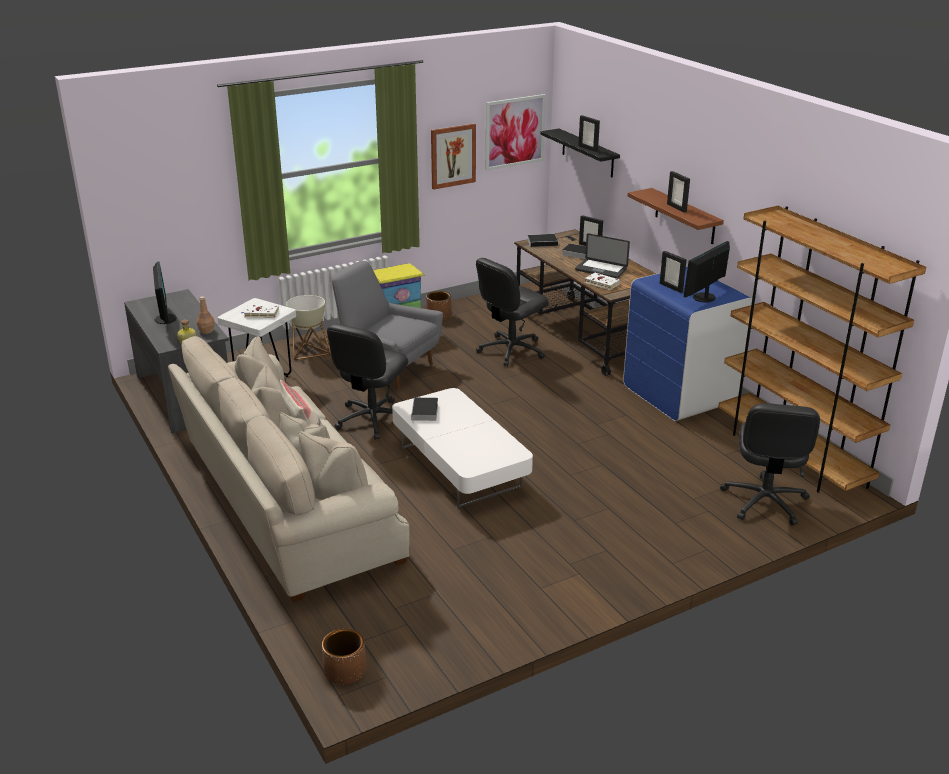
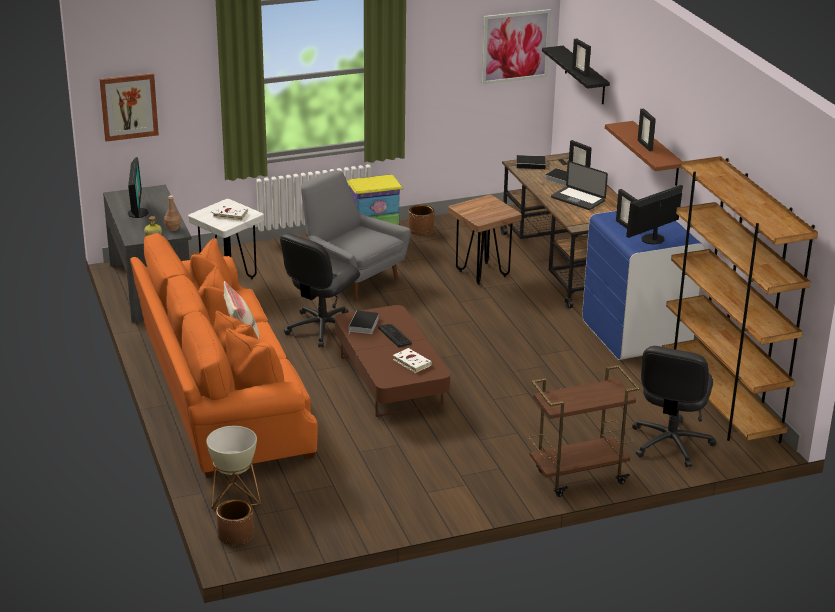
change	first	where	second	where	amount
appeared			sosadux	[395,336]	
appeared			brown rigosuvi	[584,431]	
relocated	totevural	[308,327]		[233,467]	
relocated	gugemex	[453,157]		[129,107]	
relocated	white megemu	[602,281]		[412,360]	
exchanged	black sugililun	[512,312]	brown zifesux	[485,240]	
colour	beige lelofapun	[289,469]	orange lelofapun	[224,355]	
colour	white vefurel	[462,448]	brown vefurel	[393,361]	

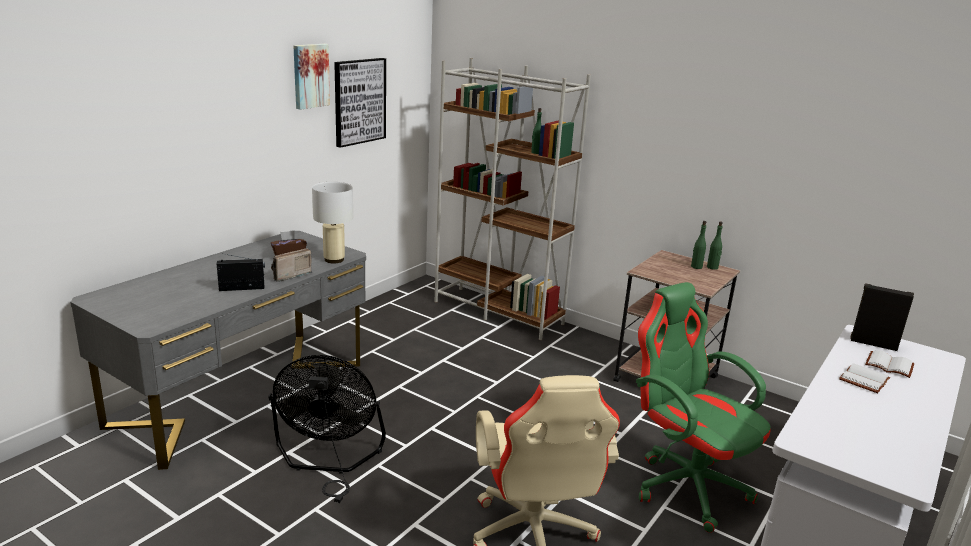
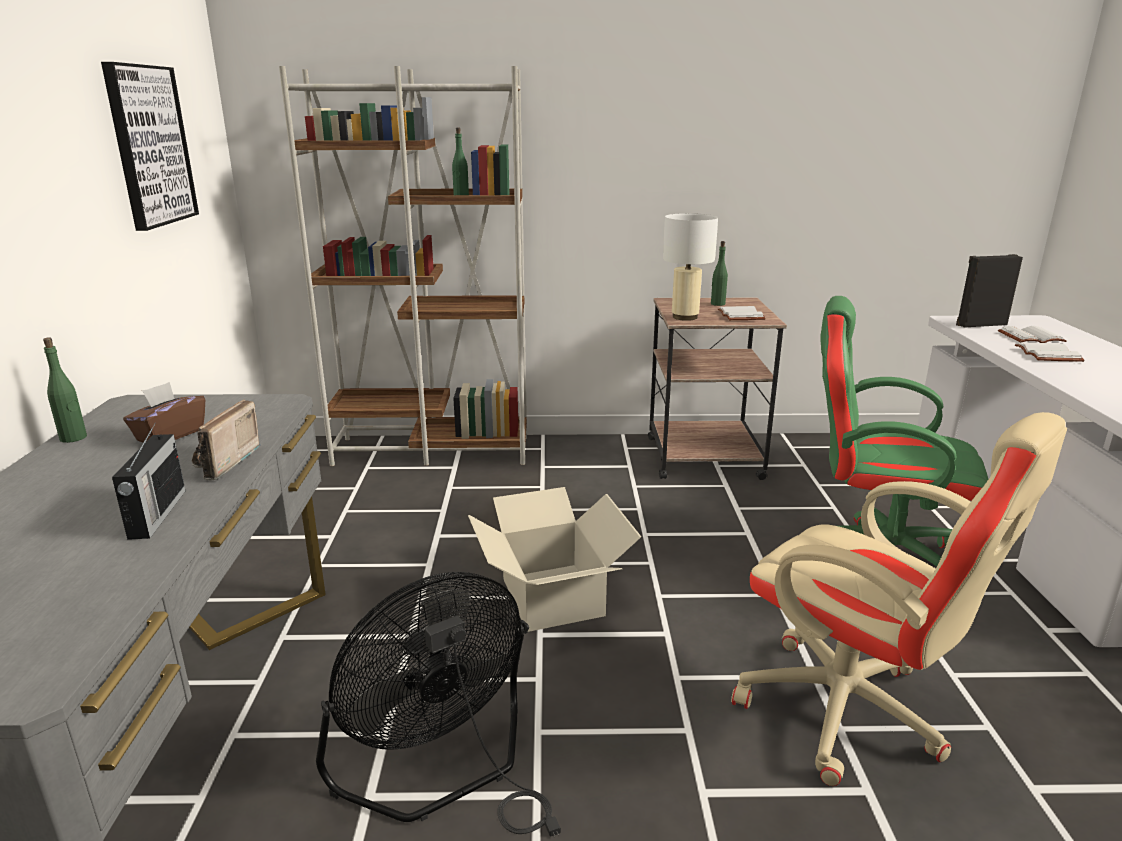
change	first	where	second	where	amount
missing	gugemex	[311,77]			
appeared			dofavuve	[554,559]	
appeared			white megemu	[742,313]	
relocated	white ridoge	[332,222]		[690,267]	
relocated	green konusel	[715,245]		[65,390]	
spun	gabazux	[241,272]		[149,481]	135 degrees clockwise

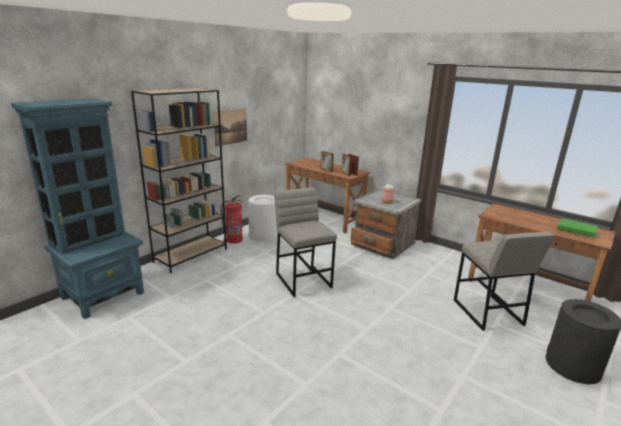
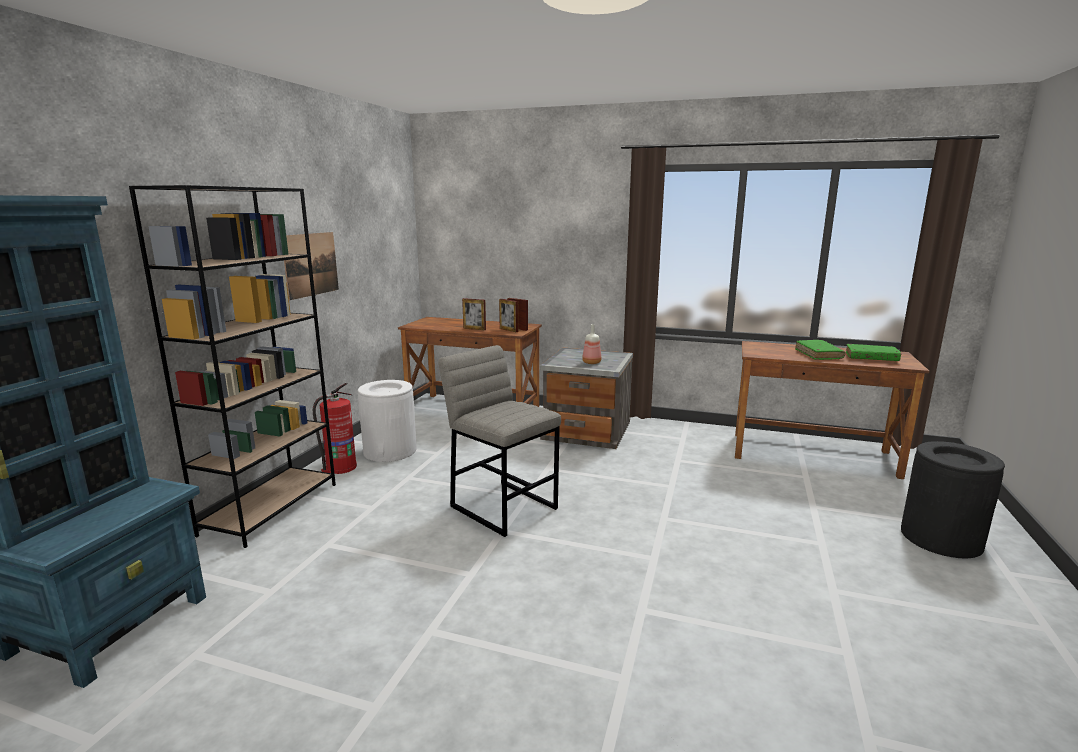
change	first	where	second	where	amount
missing	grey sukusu	[504,281]			
appeared			green megemu	[820,350]	

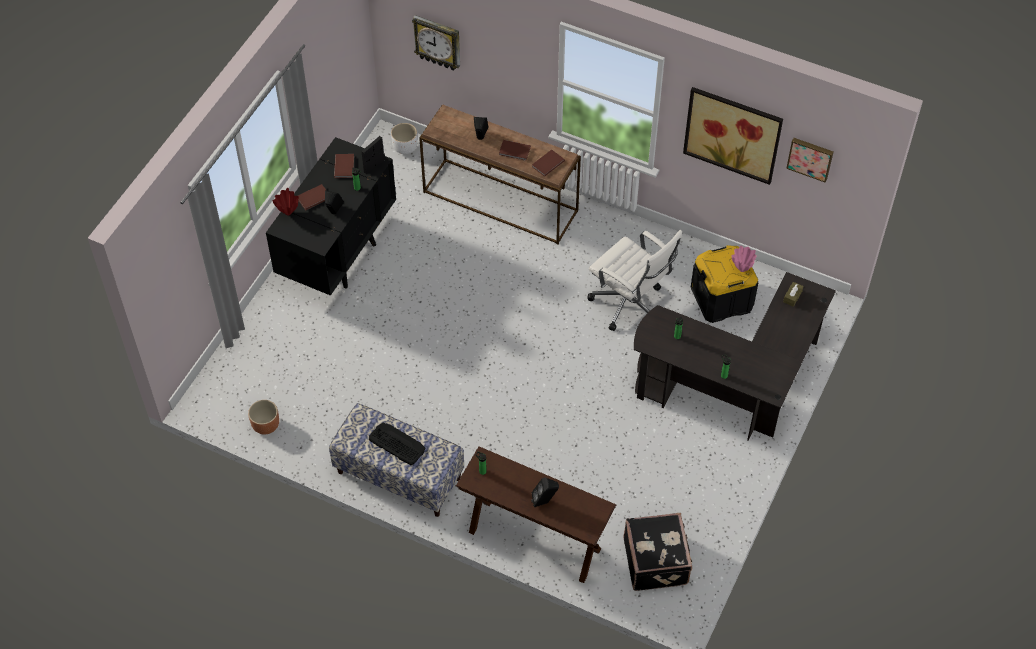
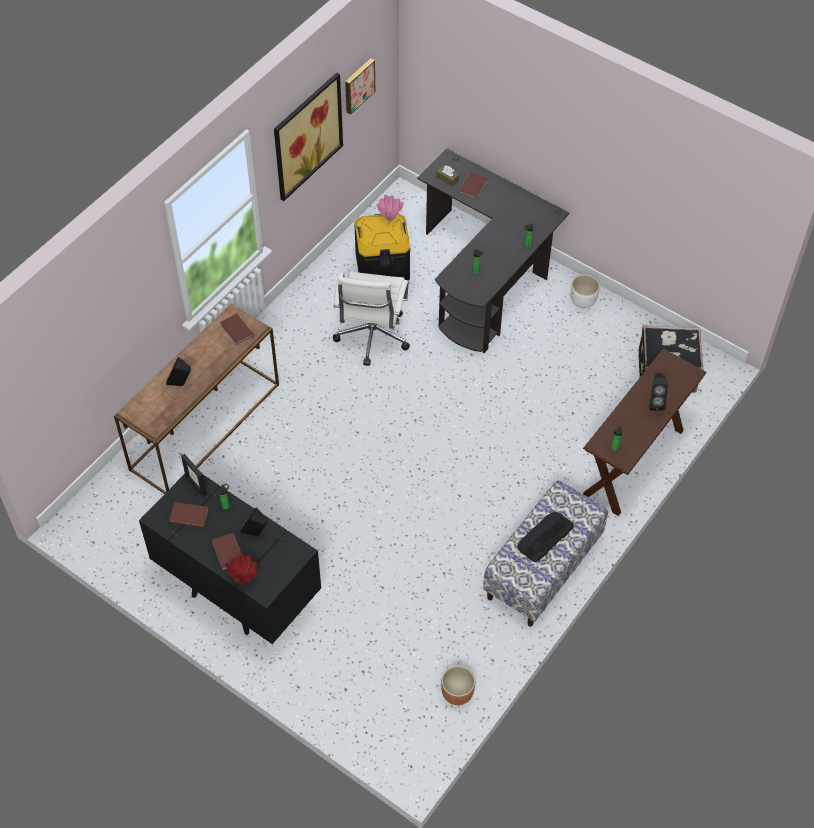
change	first	where	second	where	amount
missing	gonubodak	[436,43]			
relocated	white totevural	[404,138]		[585,291]	
relocated	brown megemu	[515,150]		[472,185]	
spun	white sugililun	[634,280]		[371,318]	135 degrees clockwise

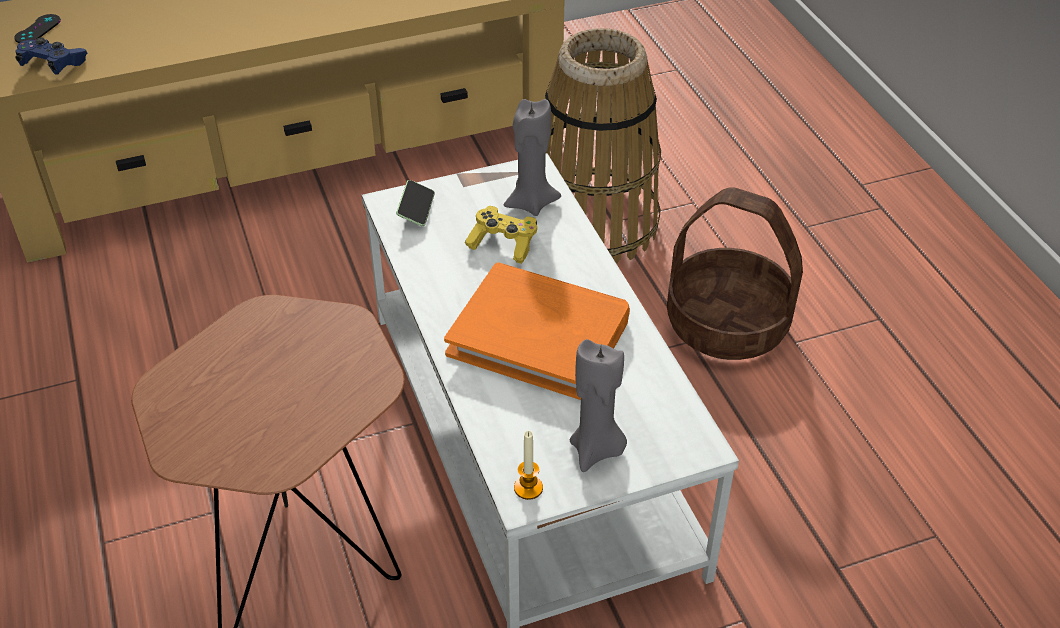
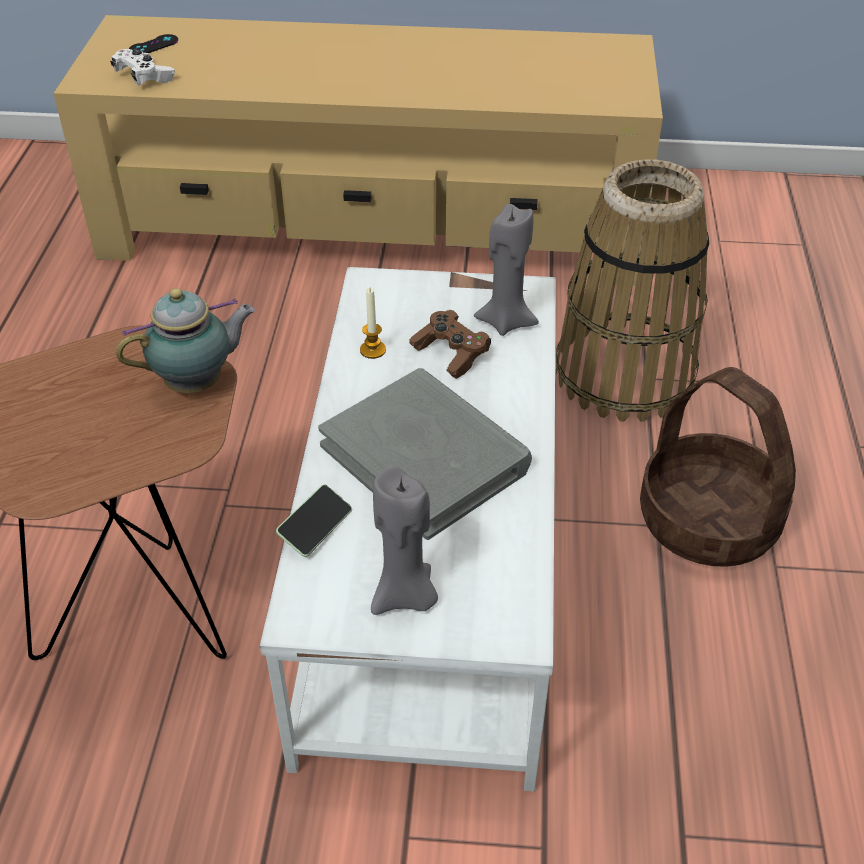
change	first	where	second	where	amount
appeared			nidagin	[185,340]	
relocated	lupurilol	[415,203]		[314,521]	
relocated	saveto	[528,465]		[373,323]	
colour	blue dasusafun	[51,56]	white dasusafun	[142,67]	
colour	orange megemu	[537,331]	grey megemu	[425,454]	
colour	yellow dasusafun	[501,235]	brown dasusafun	[450,344]	

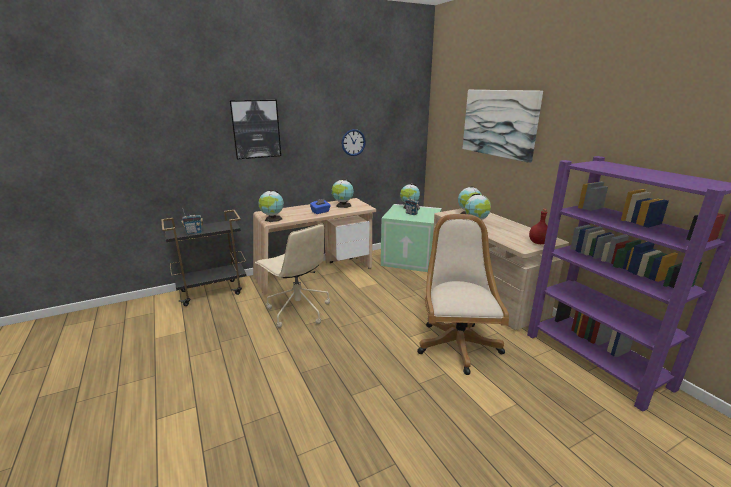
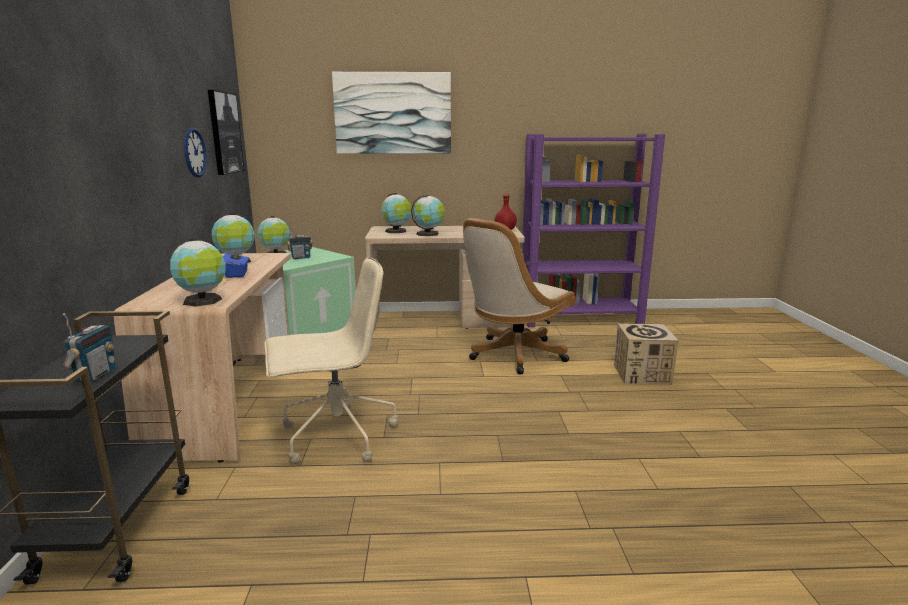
change	first	where	second	where	amount
appeared			dofavuve	[646,354]	
relocated	gugemex	[255,129]		[226,132]	
spun	sugililun	[463,294]		[519,296]	75 degrees counterclockwise

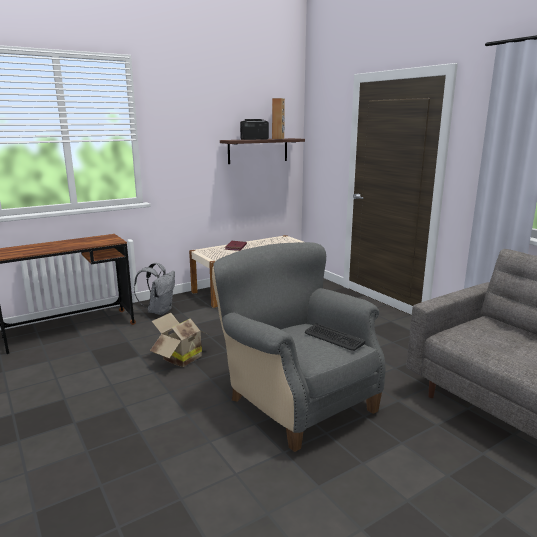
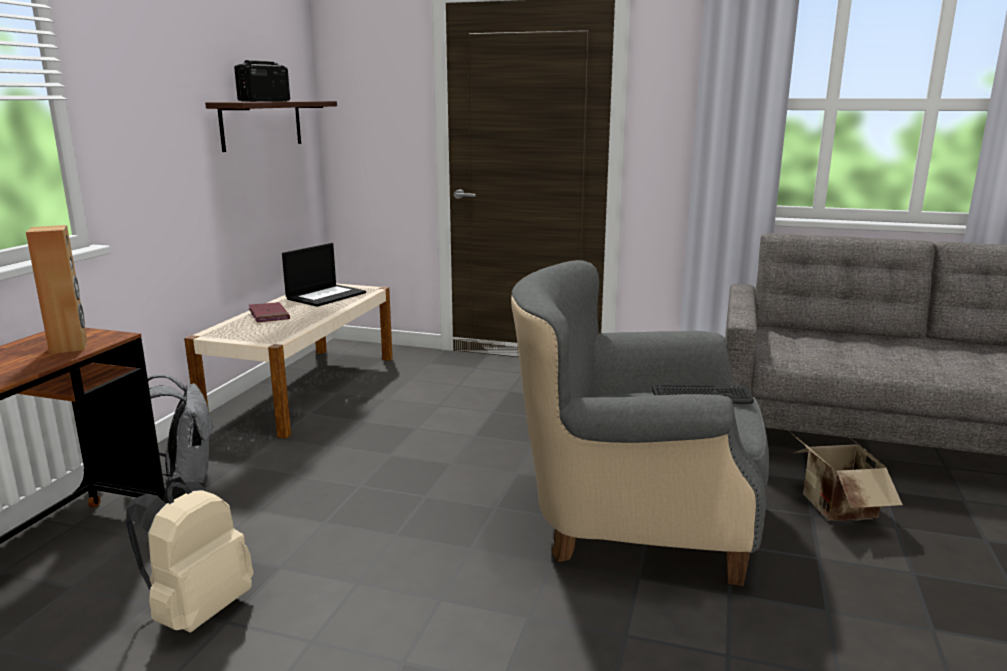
change	first	where	second	where	amount
appeared			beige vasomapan	[189,554]	
appeared			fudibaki	[324,275]	
relocated	dofavuve	[180,340]		[846,474]	
relocated	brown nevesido	[278,118]		[56,289]	

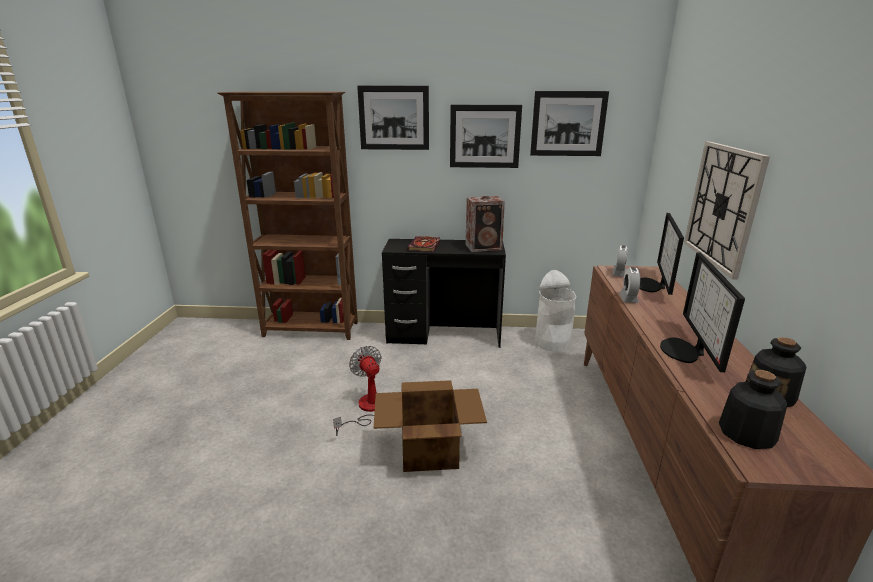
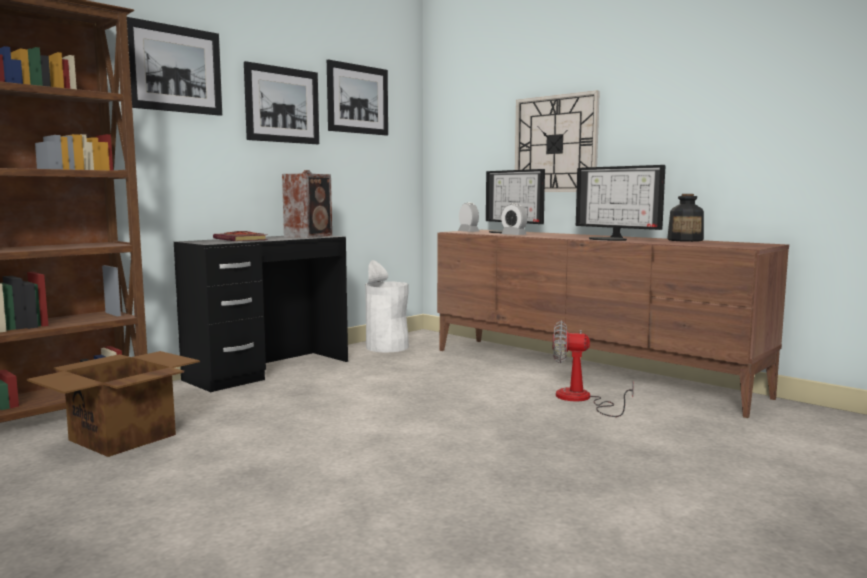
change	first	where	second	where	amount
missing	konusel	[753,409]			
relocated	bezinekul	[357,391]		[593,369]	
relocated	dofavuve	[430,426]		[113,404]	

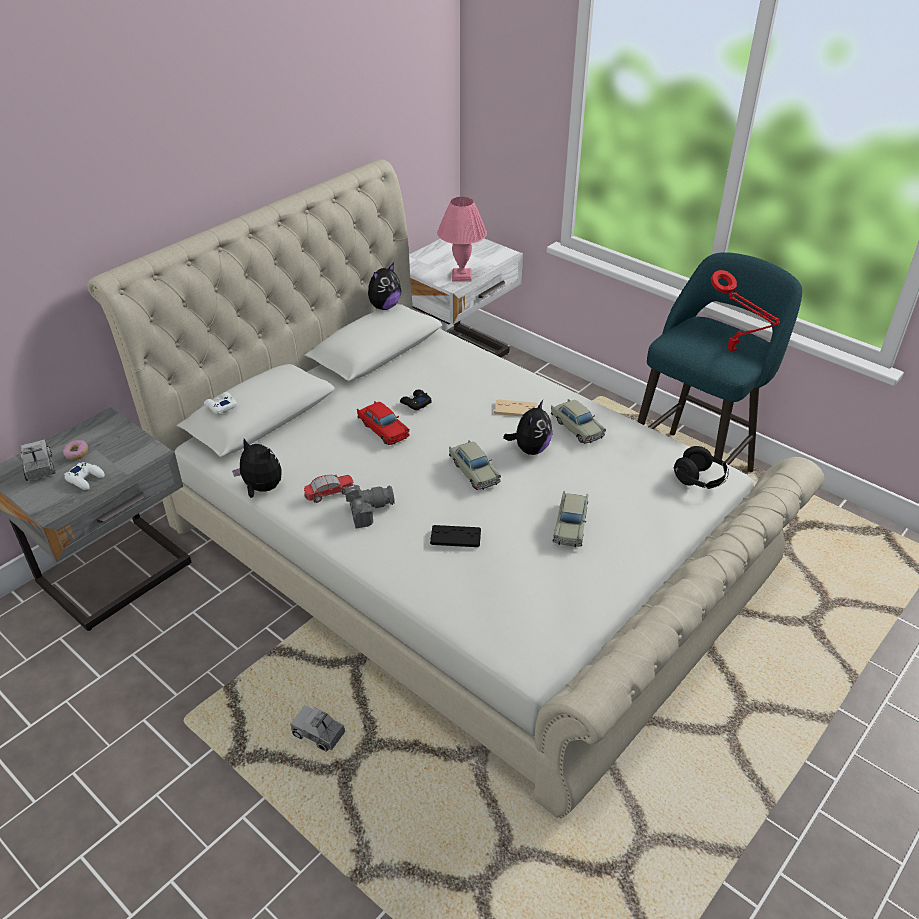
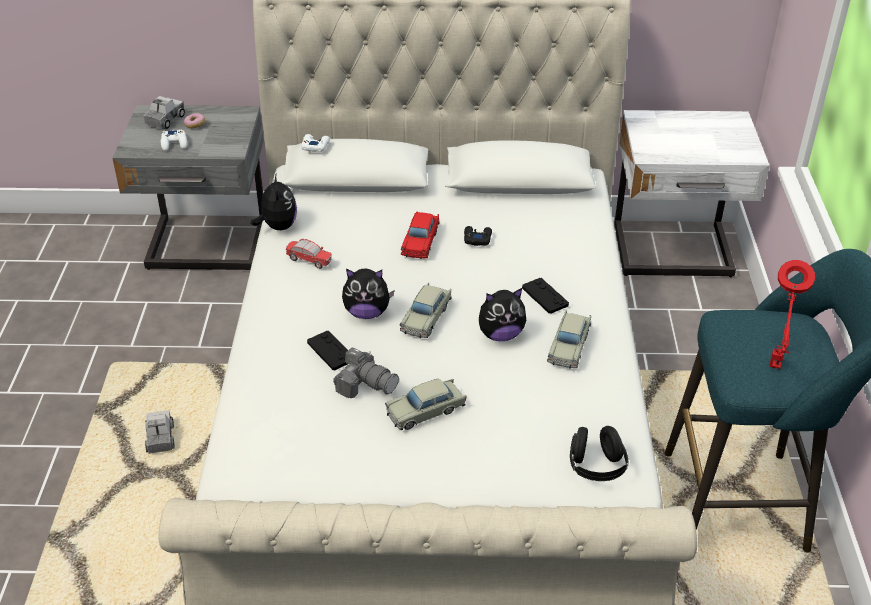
change	first	where	second	where	amount
missing	pink ridoge	[462,239]			
relocated	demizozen	[369,506]		[366,373]	
relocated	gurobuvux	[384,286]		[368,293]	
colour	beige dasusafun	[515,407]	black dasusafun	[545,296]	

